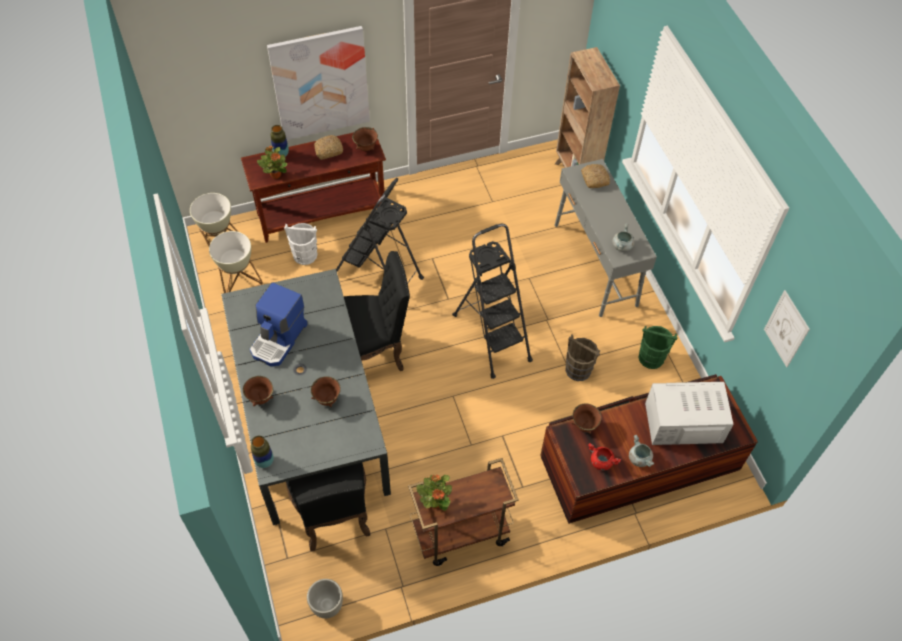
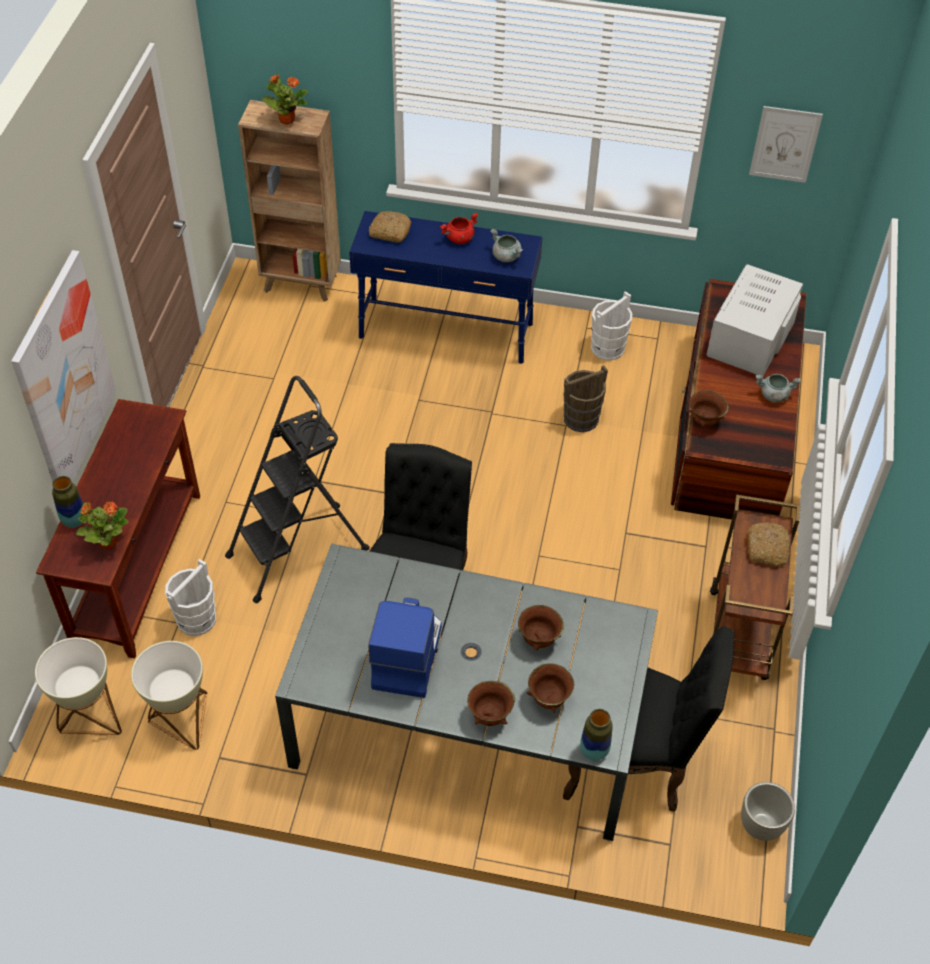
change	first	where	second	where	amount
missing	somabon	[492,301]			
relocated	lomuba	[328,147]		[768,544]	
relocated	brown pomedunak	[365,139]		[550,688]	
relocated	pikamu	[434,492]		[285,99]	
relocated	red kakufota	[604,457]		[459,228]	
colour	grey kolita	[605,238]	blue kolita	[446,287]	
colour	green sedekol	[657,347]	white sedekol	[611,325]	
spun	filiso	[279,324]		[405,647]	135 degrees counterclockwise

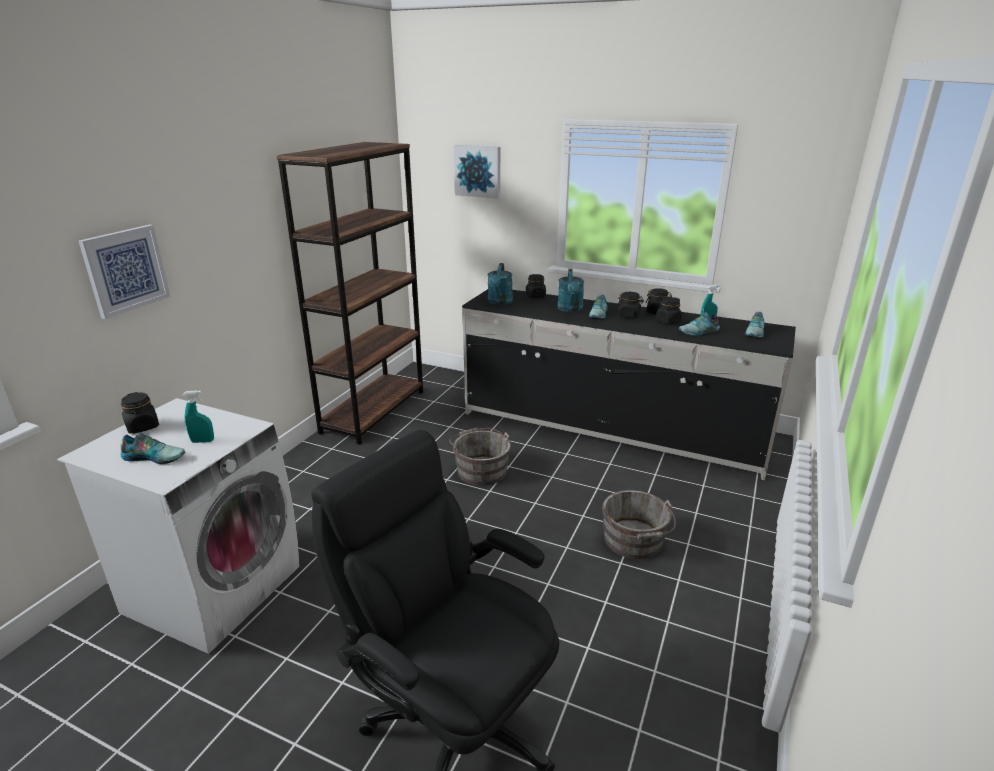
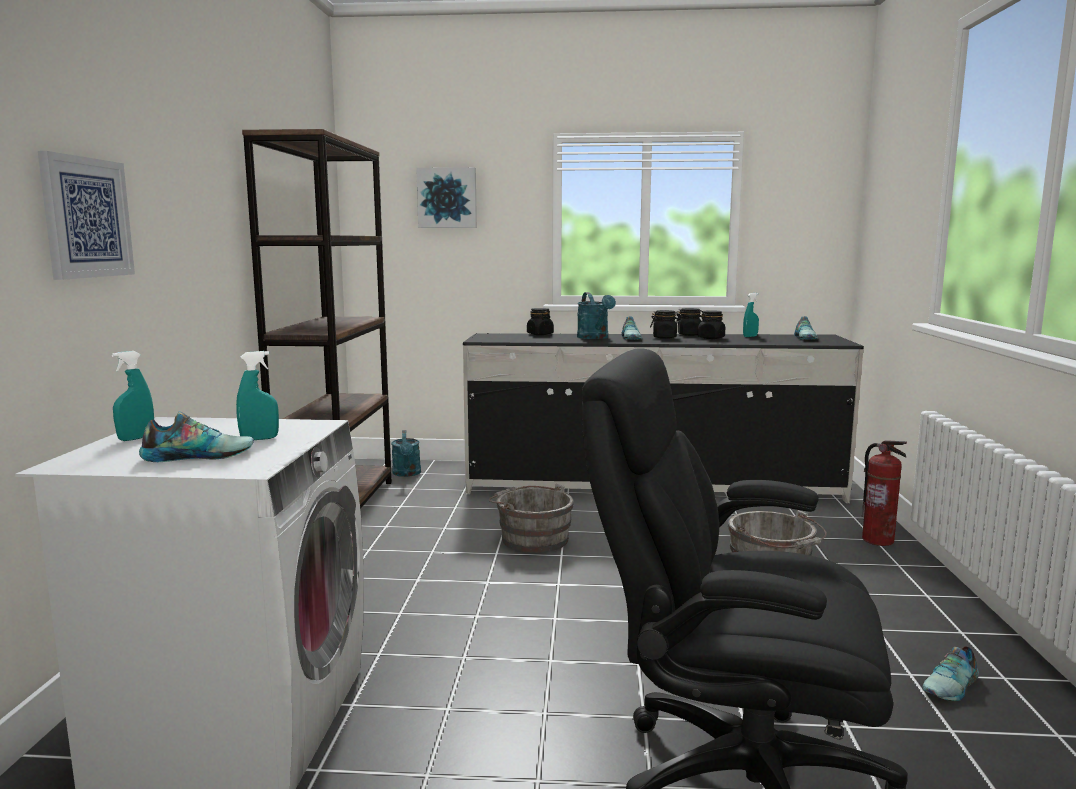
change	first	where	second	where	amount
appeared			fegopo	[884,493]	
relocated	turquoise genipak	[500,284]		[406,453]	
relocated	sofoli	[699,324]		[950,673]	
exchanged	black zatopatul	[140,413]	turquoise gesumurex	[133,396]	

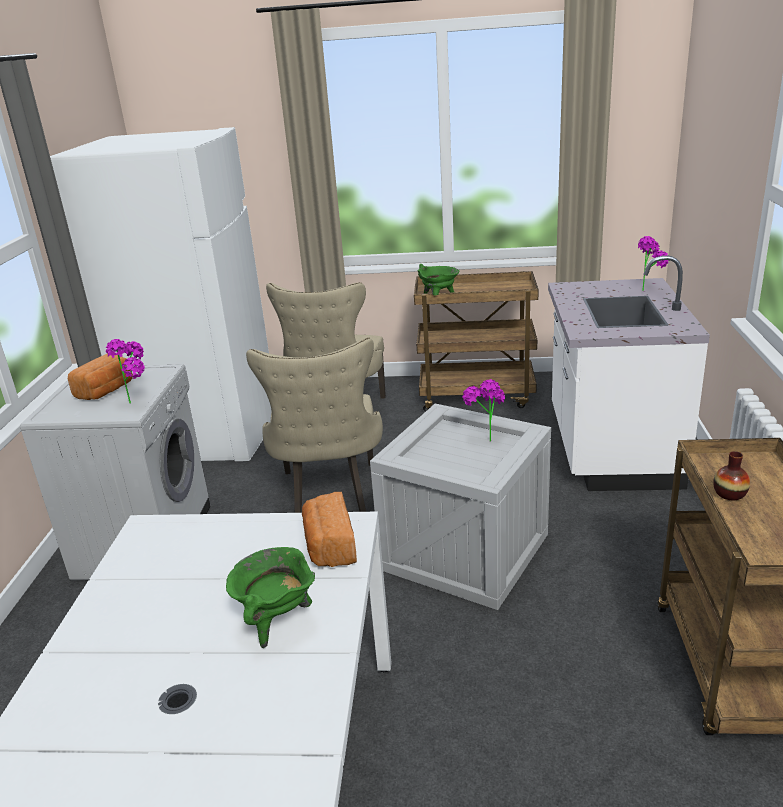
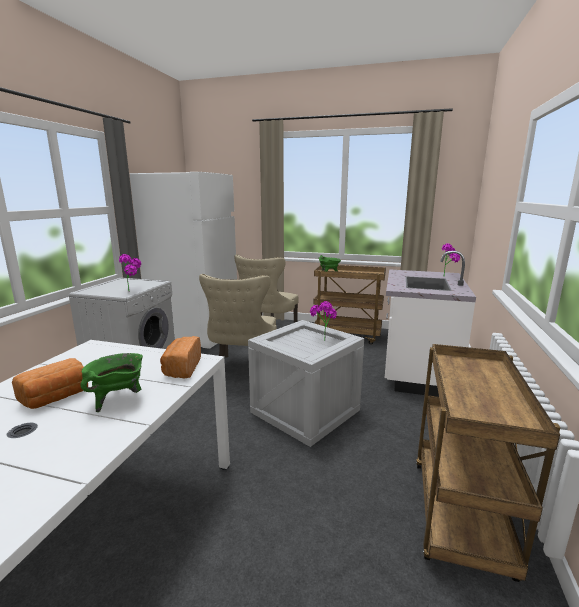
change	first	where	second	where	amount
missing	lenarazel	[731,475]			
relocated	lomuba	[100,377]		[50,383]	

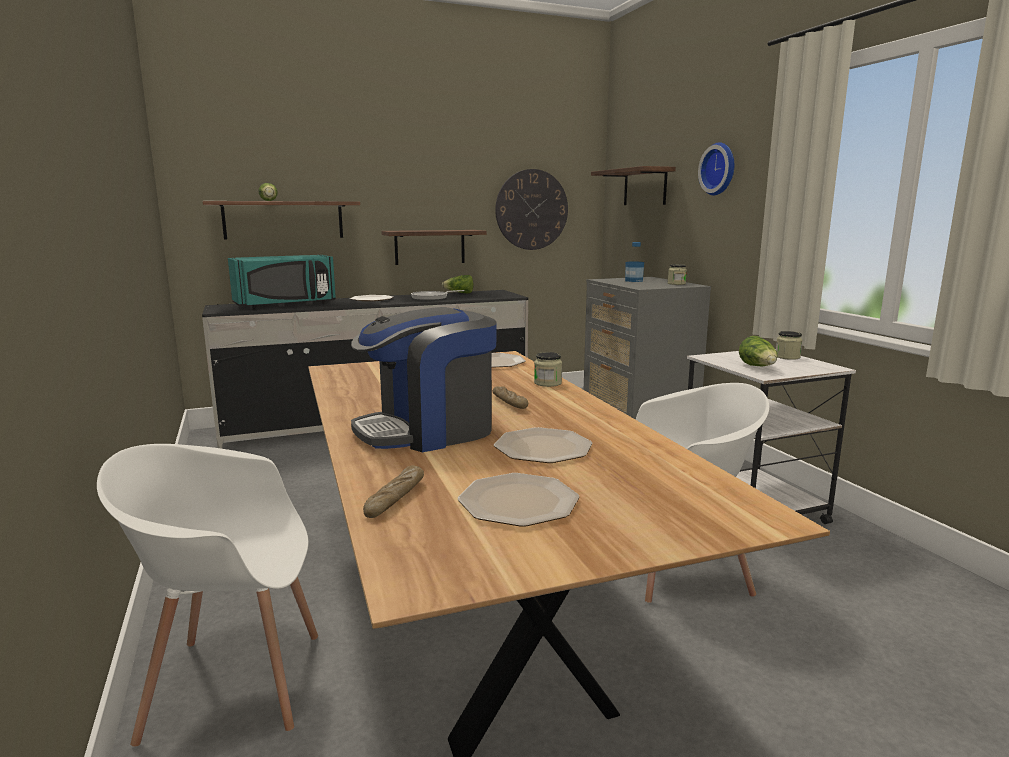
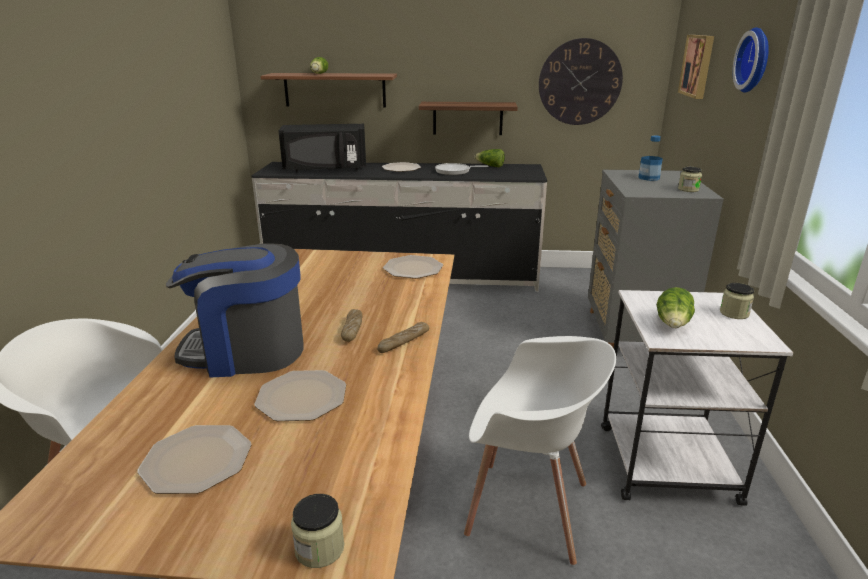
change	first	where	second	where	amount
relocated	lomuba	[393,491]		[403,337]	
relocated	zatopatul	[548,369]		[317,531]	
exchanged	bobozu	[633,185]	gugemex	[696,67]	
colour	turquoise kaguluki	[282,281]	black kaguluki	[322,148]	

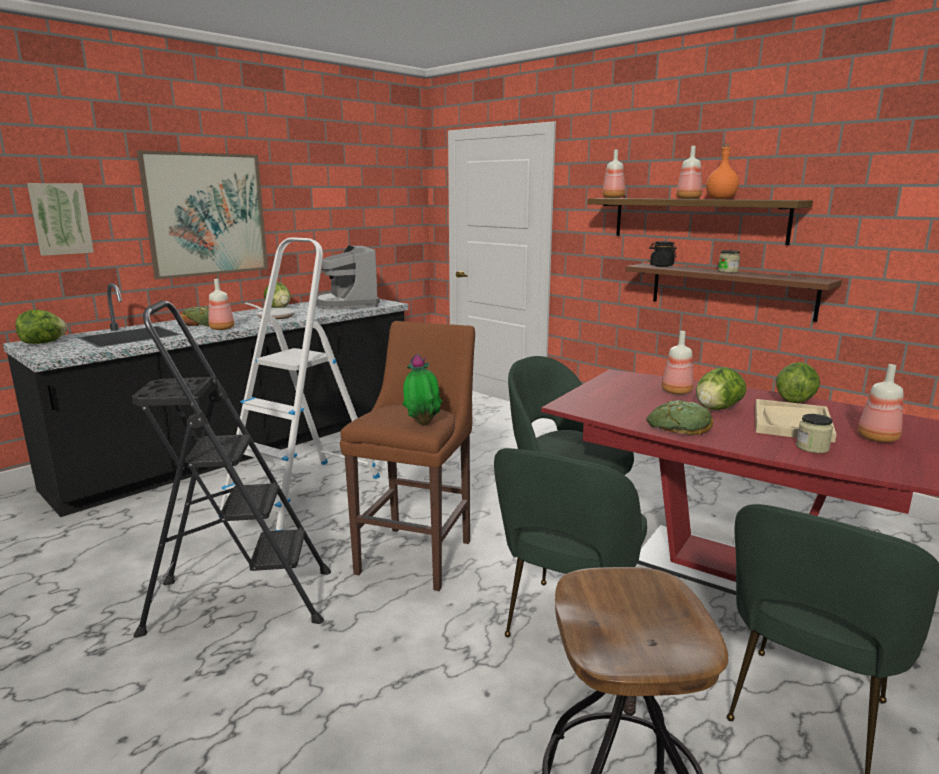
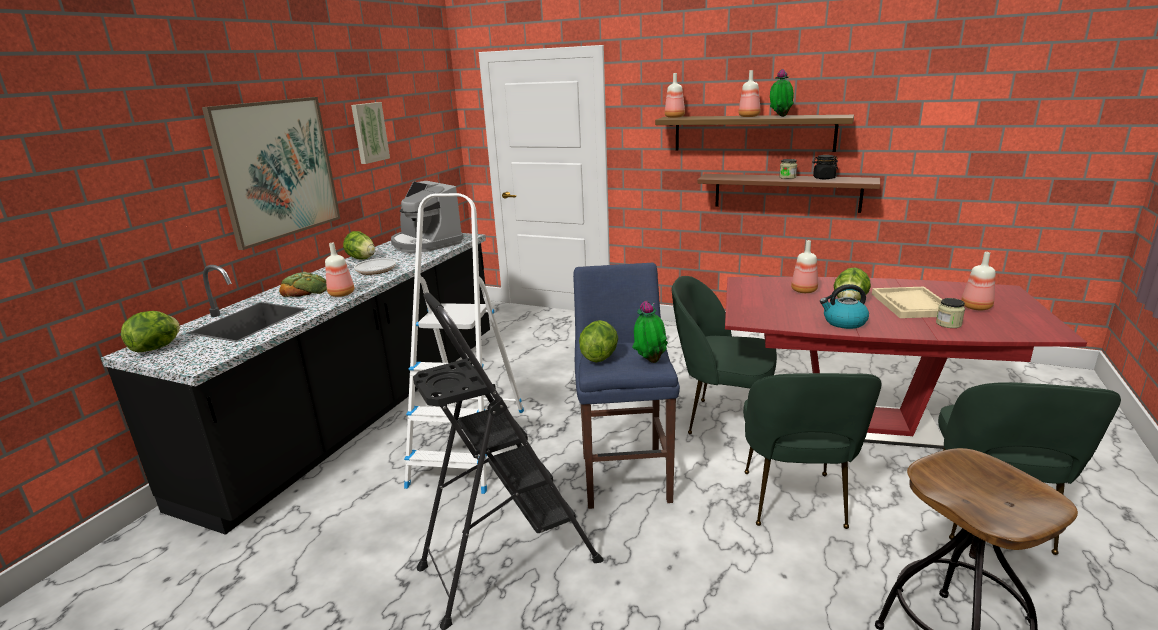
change	first	where	second	where	amount
relocated	gugemex	[60,219]		[370,133]	
relocated	black zatopatul	[663,254]		[825,167]	
relocated	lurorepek	[798,382]		[598,341]	
exchanged	lomuba	[679,417]	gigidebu	[844,306]	
exchanged	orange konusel	[722,171]	pikamu	[782,93]	
colour	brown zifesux	[407,456]	blue zifesux	[626,386]	

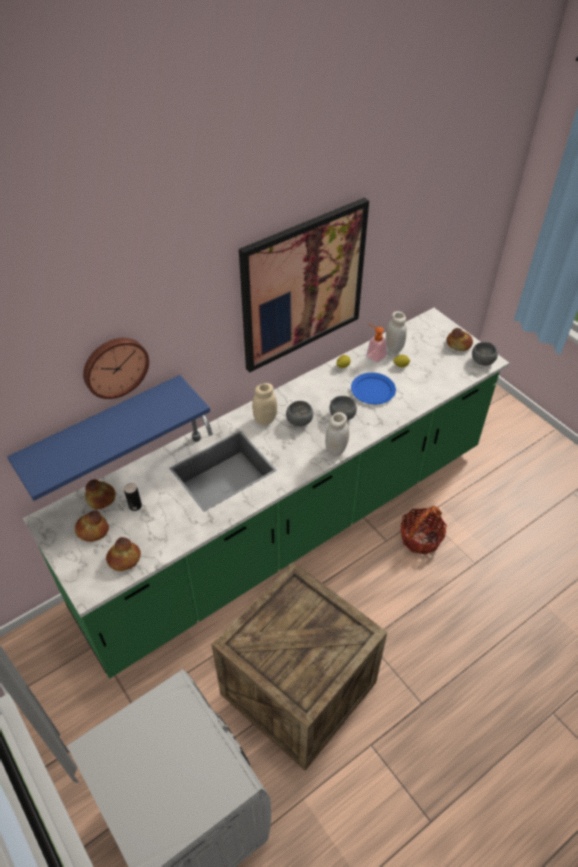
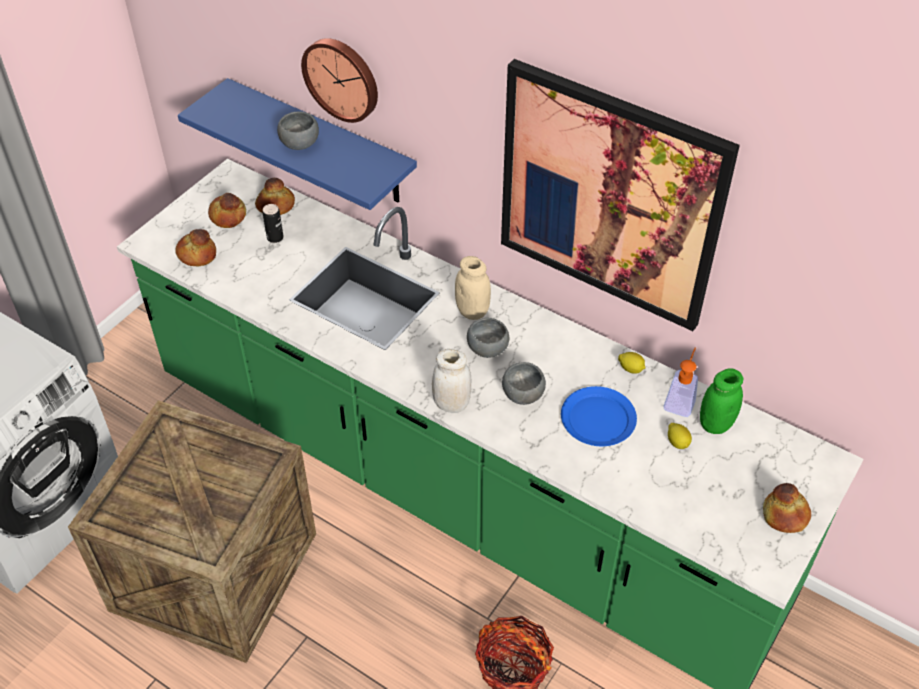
change	first	where	second	where	amount
relocated	grey pomedunak	[485,354]		[298,131]	
colour	white zatopatul	[396,332]	green zatopatul	[721,401]	

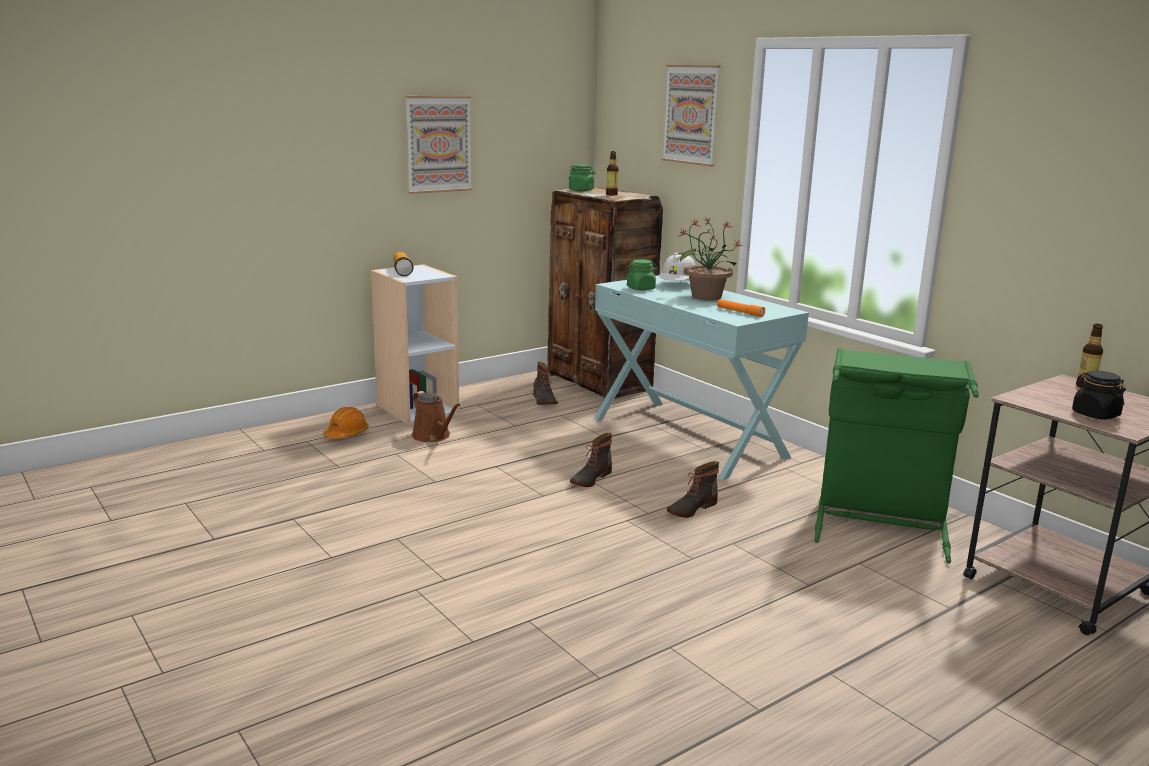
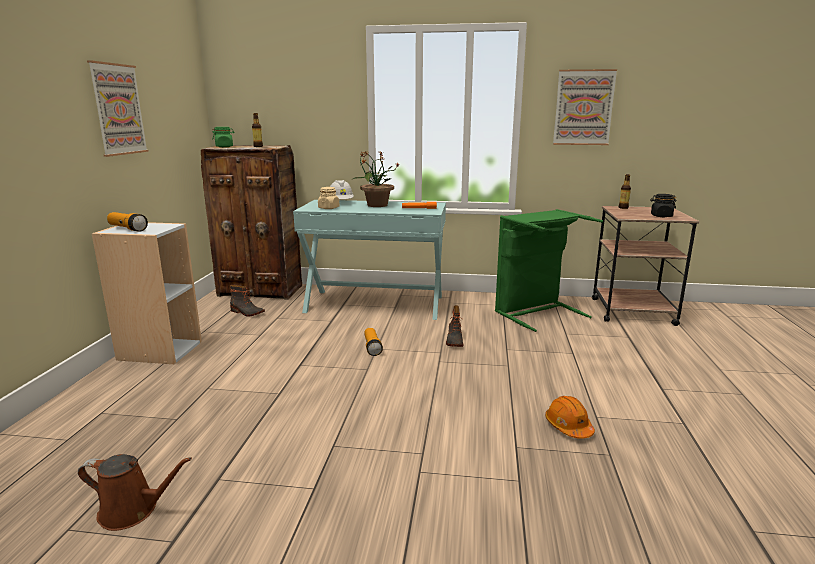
change	first	where	second	where	amount
relocated	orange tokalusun	[346,423]		[570,417]	
relocated	brown genipak	[436,416]		[135,492]	
relocated	gugemex	[691,115]		[585,107]	
exchanged	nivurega	[591,460]	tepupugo	[373,342]	
colour	green zatopatul	[642,274]	beige zatopatul	[329,198]	

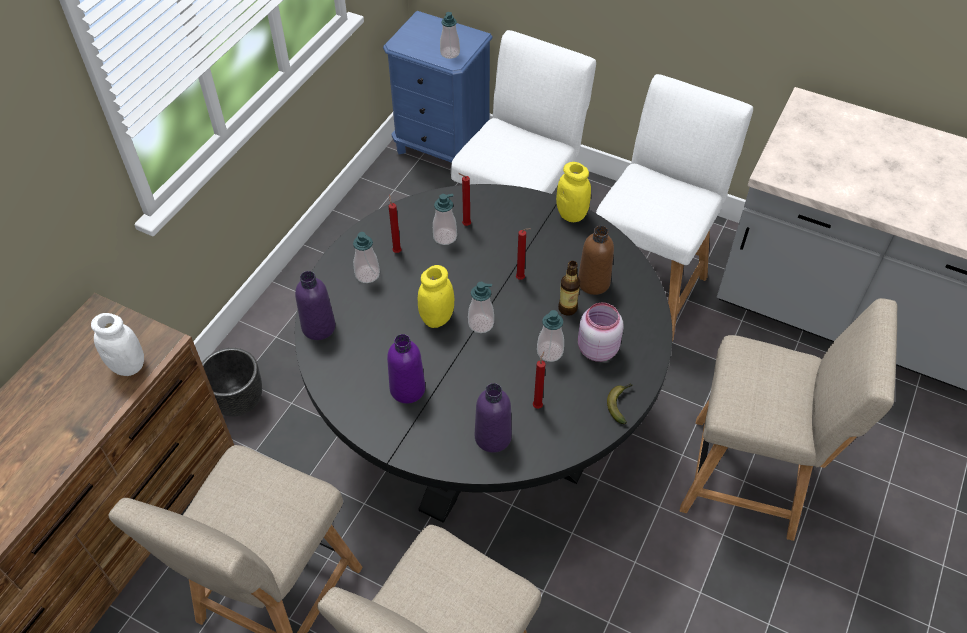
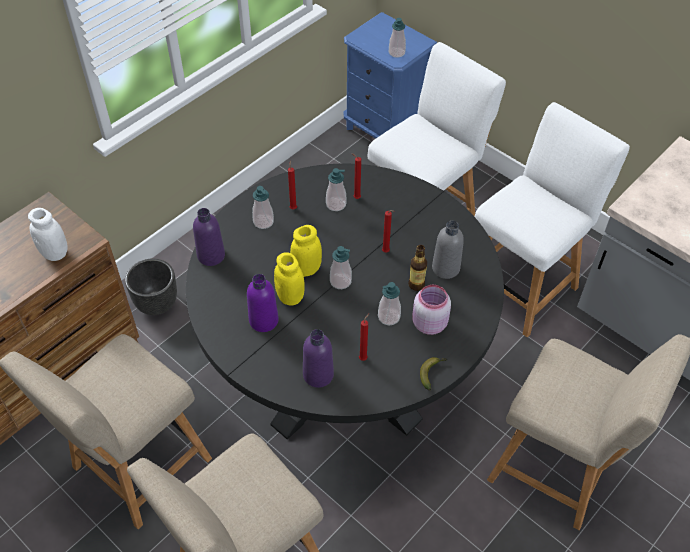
change	first	where	second	where	amount
relocated	yellow zatopatul	[573,192]		[289,279]	
colour	brown konusel	[596,260]	grey konusel	[448,250]	

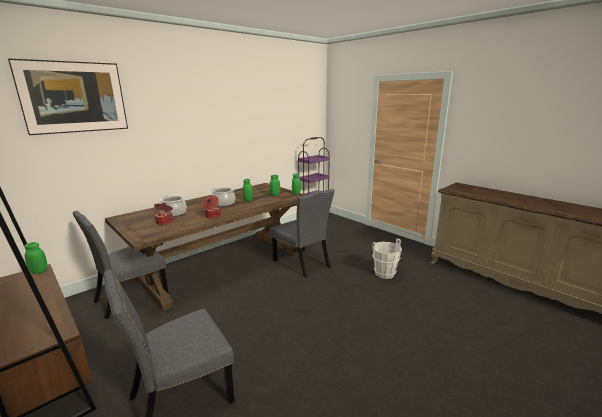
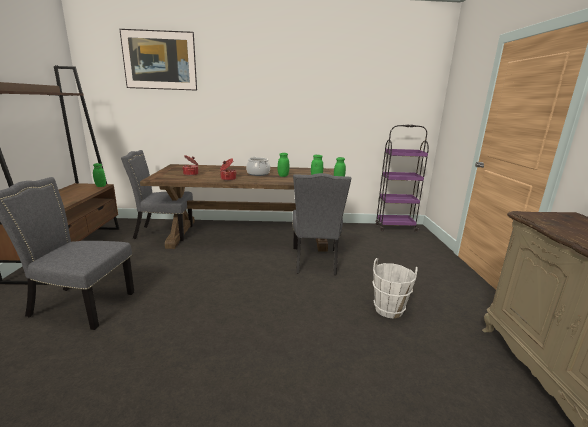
change	first	where	second	where	amount
missing	kakufota	[173,206]			

